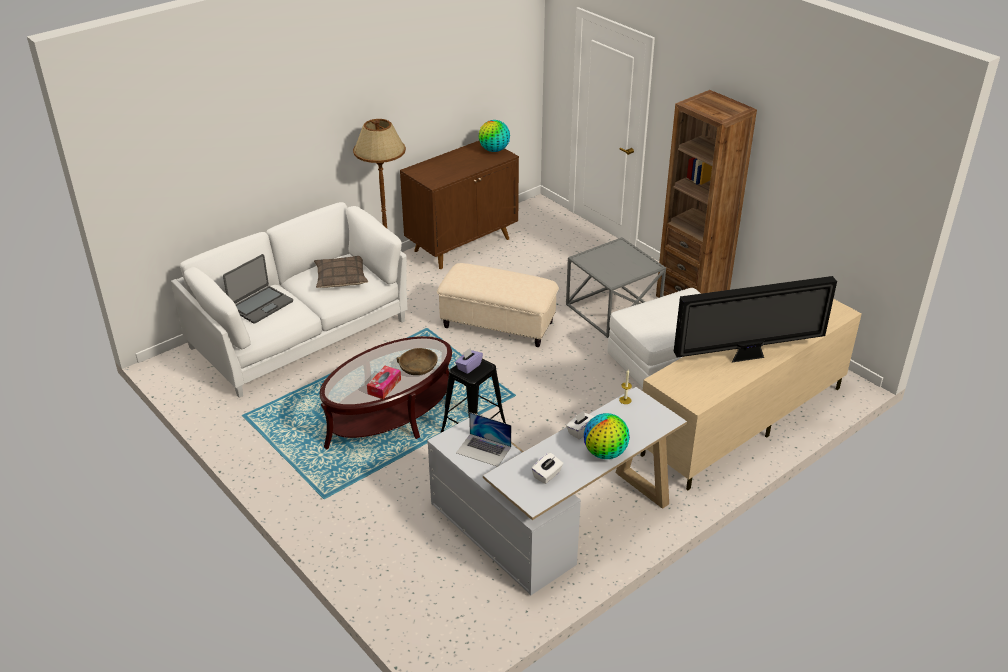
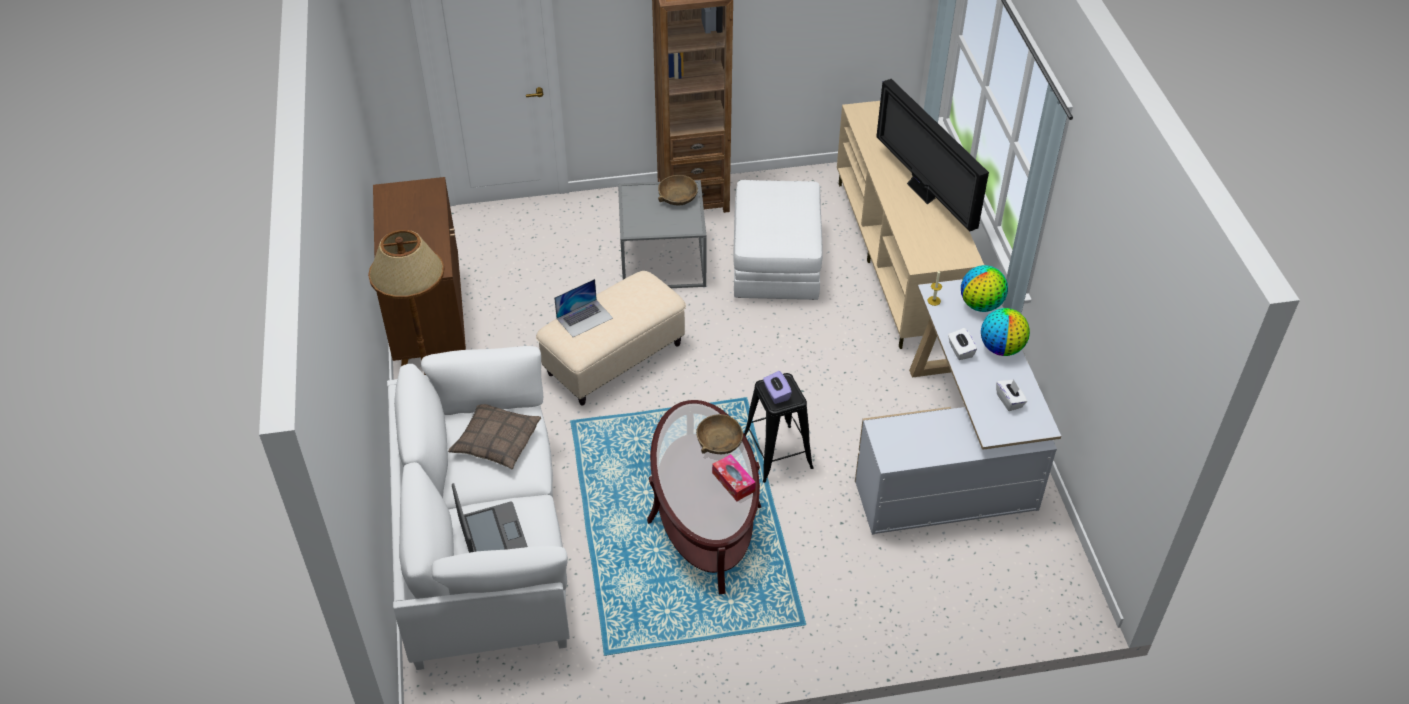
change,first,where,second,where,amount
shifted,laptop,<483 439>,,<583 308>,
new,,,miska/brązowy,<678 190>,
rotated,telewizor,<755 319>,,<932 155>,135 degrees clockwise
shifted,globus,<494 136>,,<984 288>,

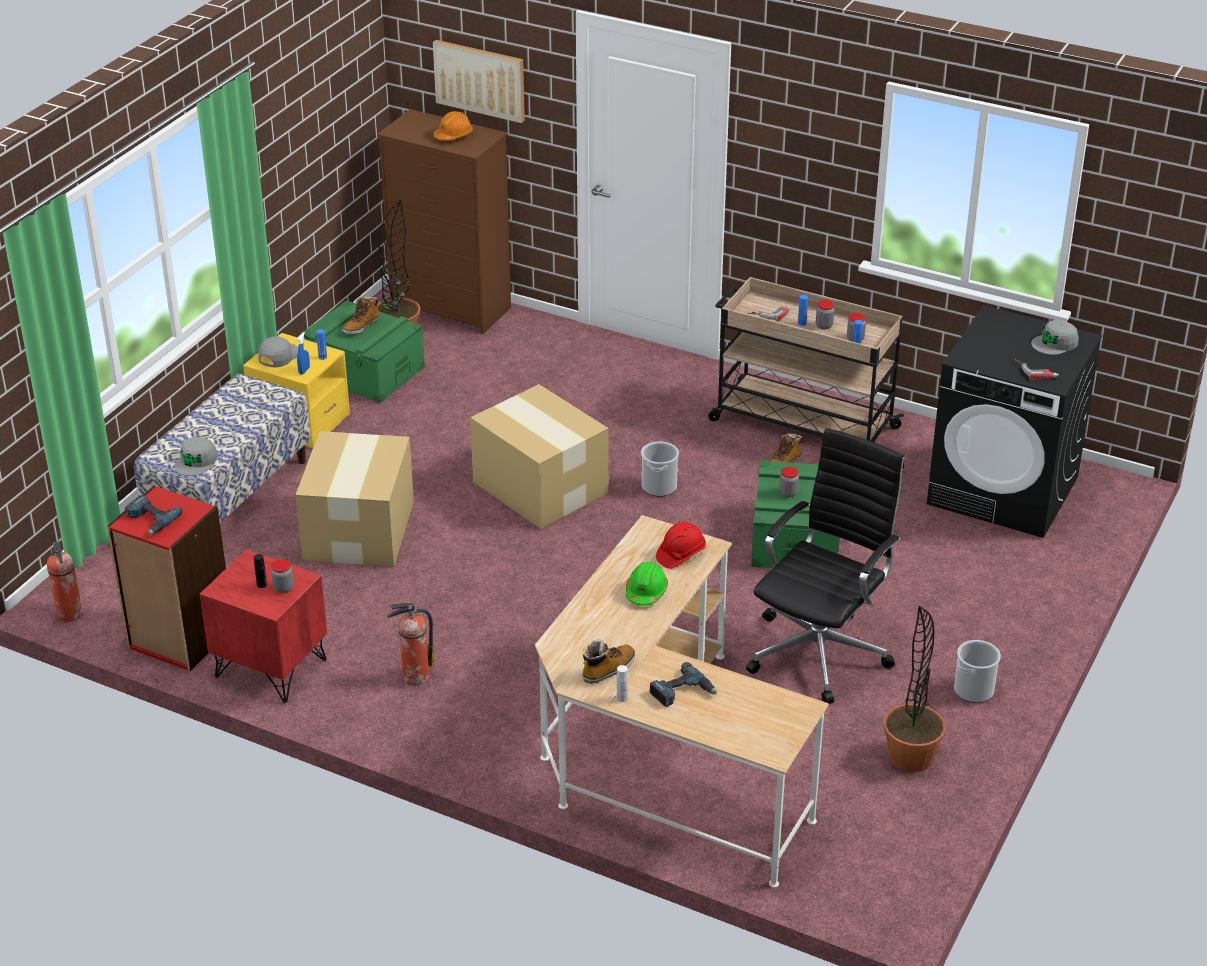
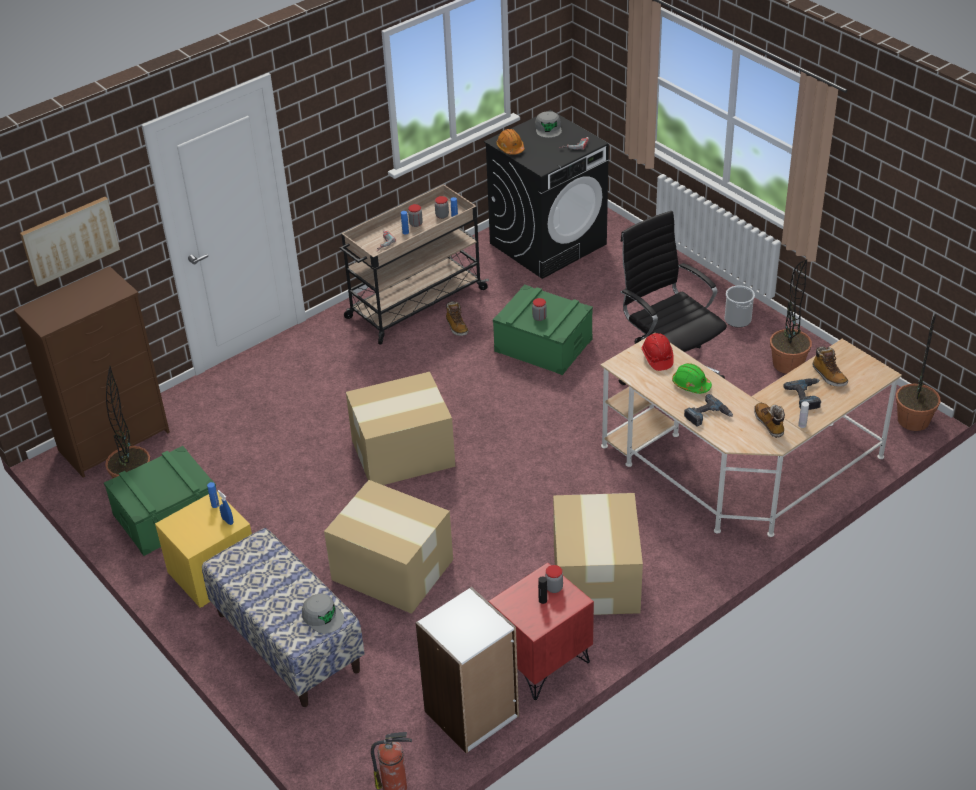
change,first,where,second,where,amount
repainted,regał/czerwony,<166 578>,regał/biały,<467 670>,
shifted,kask/pomarańczowy,<453 126>,,<510 142>,
swapped,gaśnica,<410 644>,karton,<598 554>,
shifted,wiertarka,<154 515>,,<708 410>,
shifted,but z cholewką,<361 314>,,<830 366>,
new,,,roślina doniczkowa,<918 372>,
gone,czapka z daszkiem/szary,<278 352>,,,
gone,wiadro,<660 469>,,,

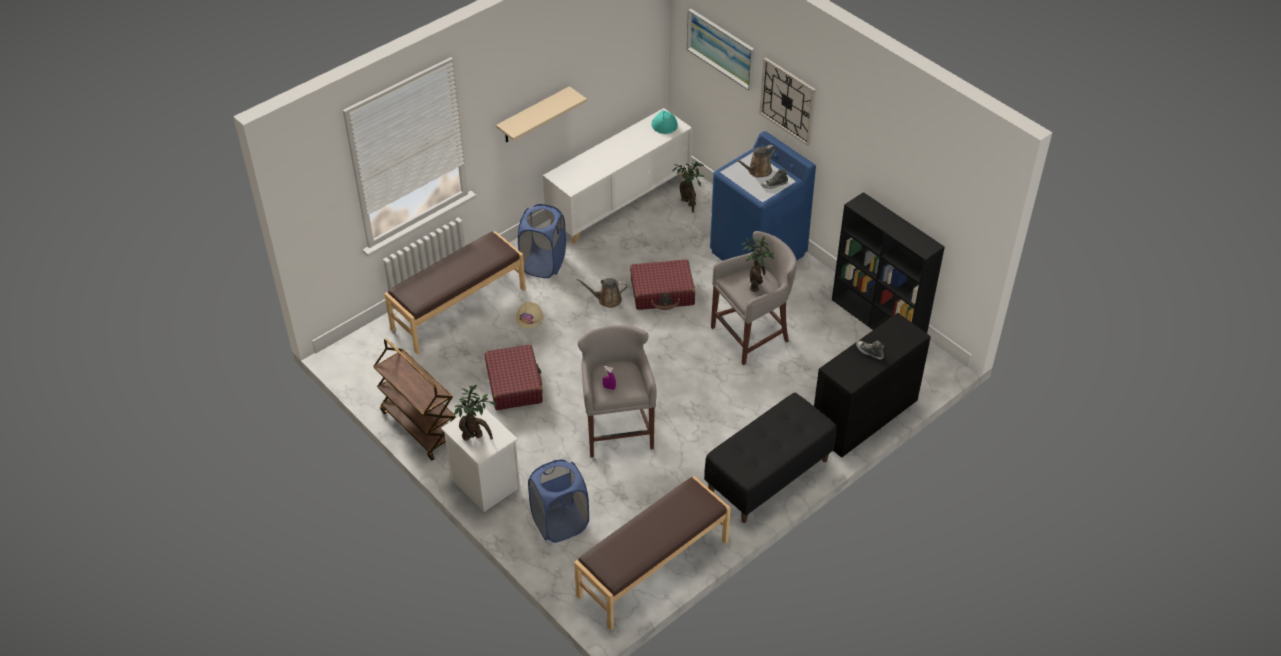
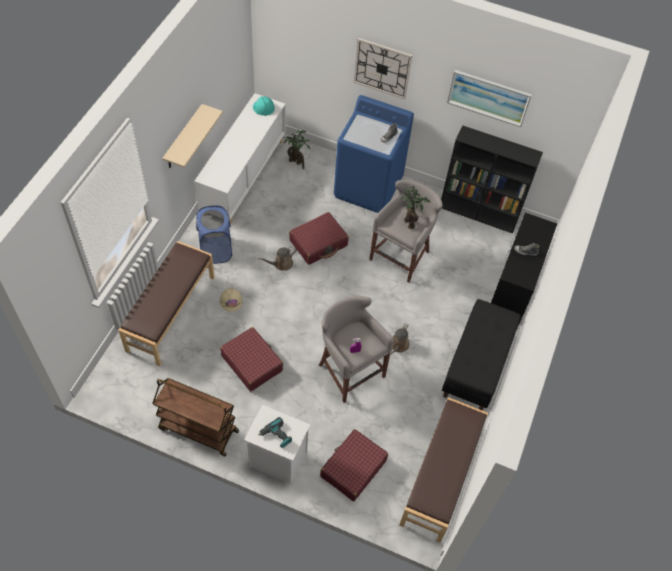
change,first,where,second,where,amount
swapped,roślina doniczkowa,<475 413>,wiertarka,<275 432>,
swapped,kosz na pranie/niebieski,<558 501>,walizka/czerwony,<354 465>,
shifted,konewka/brązowy,<755 161>,,<400 338>,
shifted,obraz,<720 49>,,<489 98>,

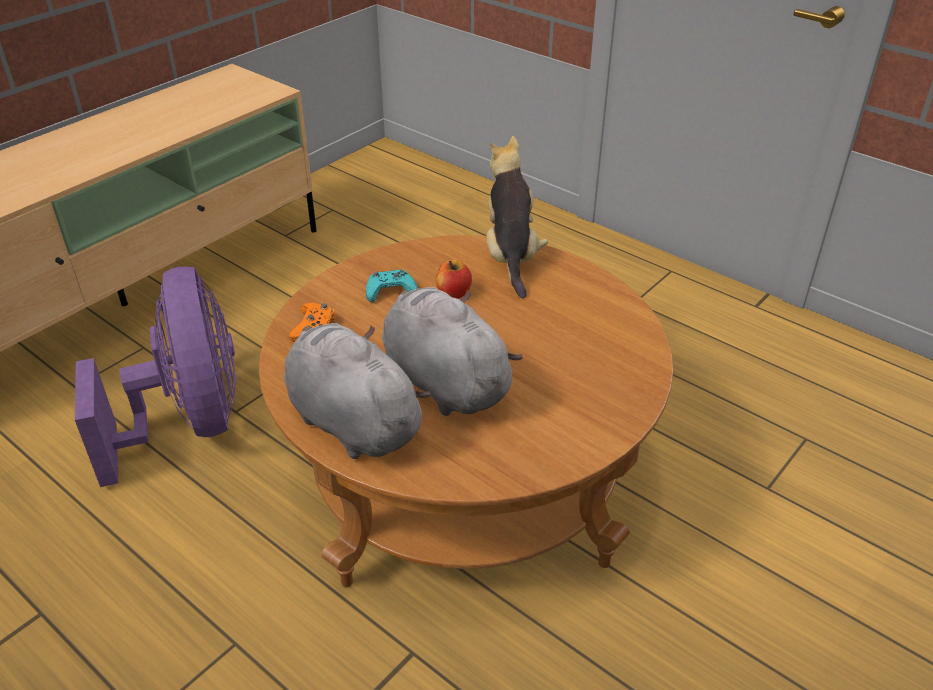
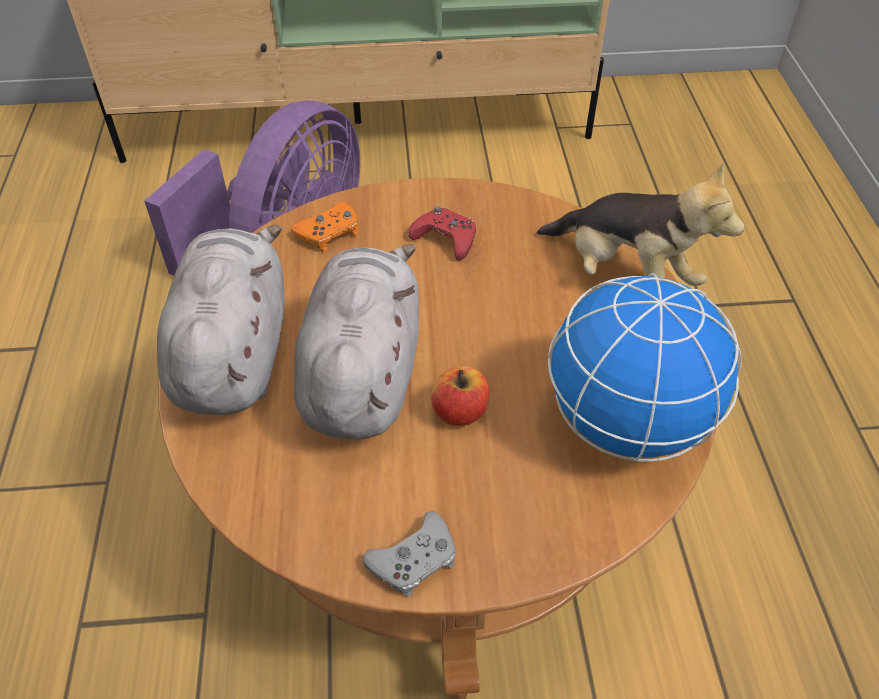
change,first,where,second,where,amount
new,,,pad do gier/szary,<409 554>,
repainted,pad do gier/turkusowy,<392 286>,pad do gier/czerwony,<442 233>,
shifted,jabłko,<454 279>,,<460 396>,
rotated,pluszak,<517 217>,,<641 224>,90 degrees clockwise
new,,,globus,<645 367>,

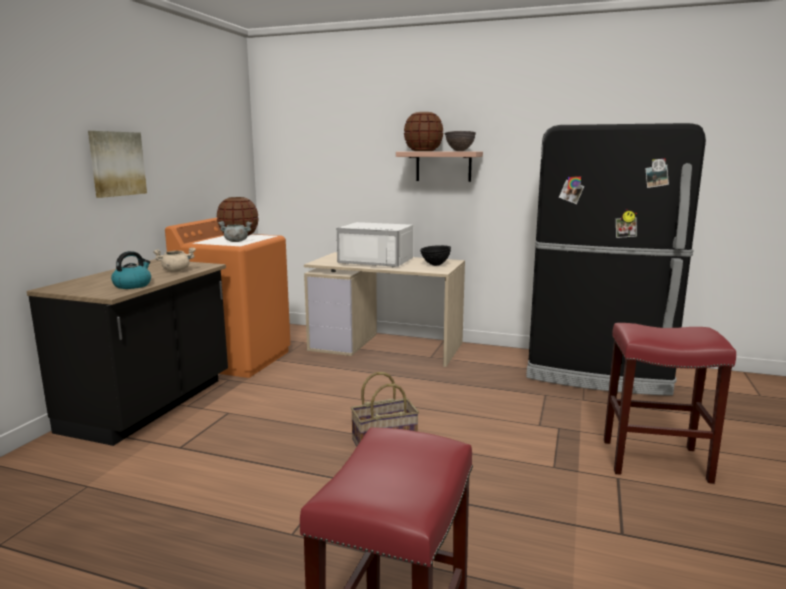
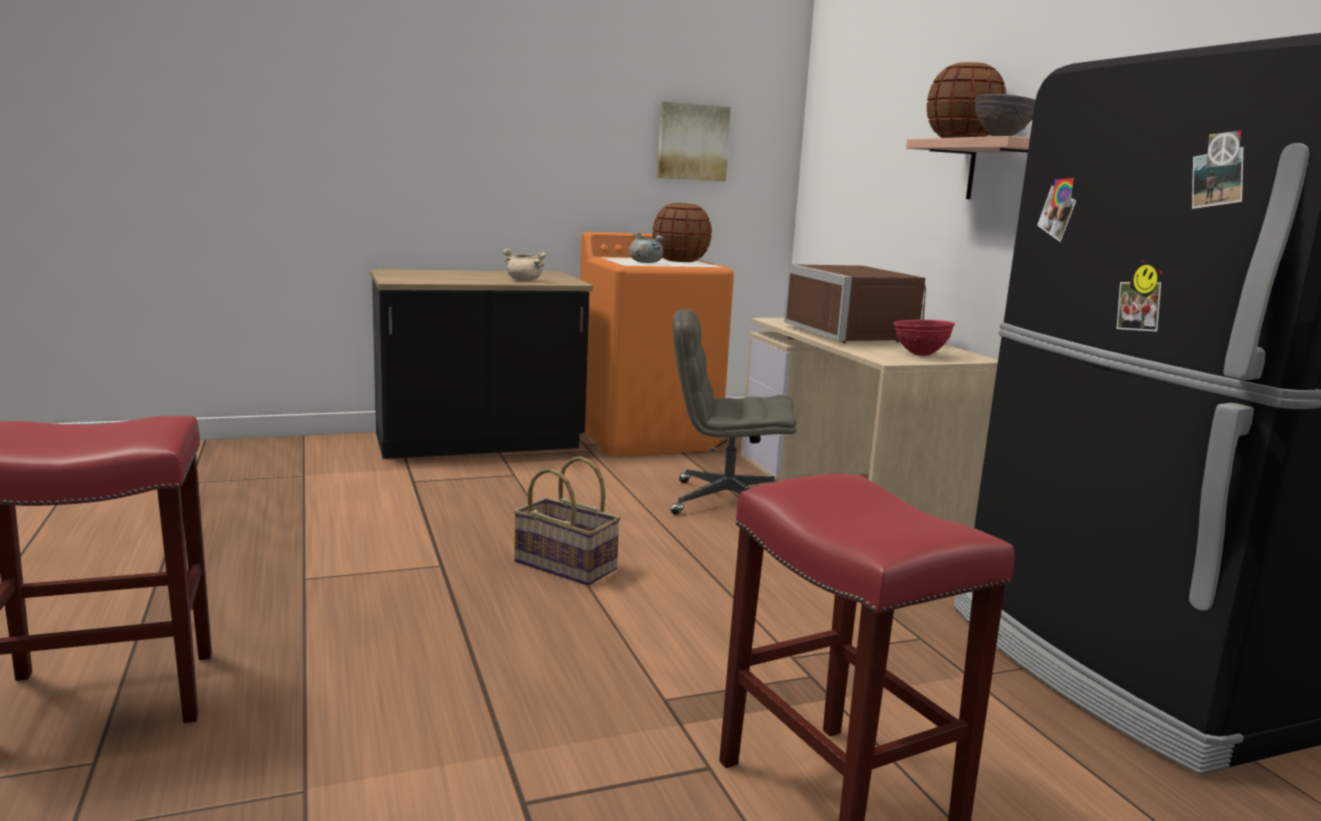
change,first,where,second,where,amount
shifted,obraz,<117 164>,,<694 141>,
new,,,krzesło biurowe/szary,<734 412>,
repainted,mikrofalówka/biały,<375 244>,mikrofalówka/brązowy,<855 303>,
repainted,miska/czarny,<435 255>,miska/czerwony,<924 338>,
gone,czajnik,<131 270>,,,

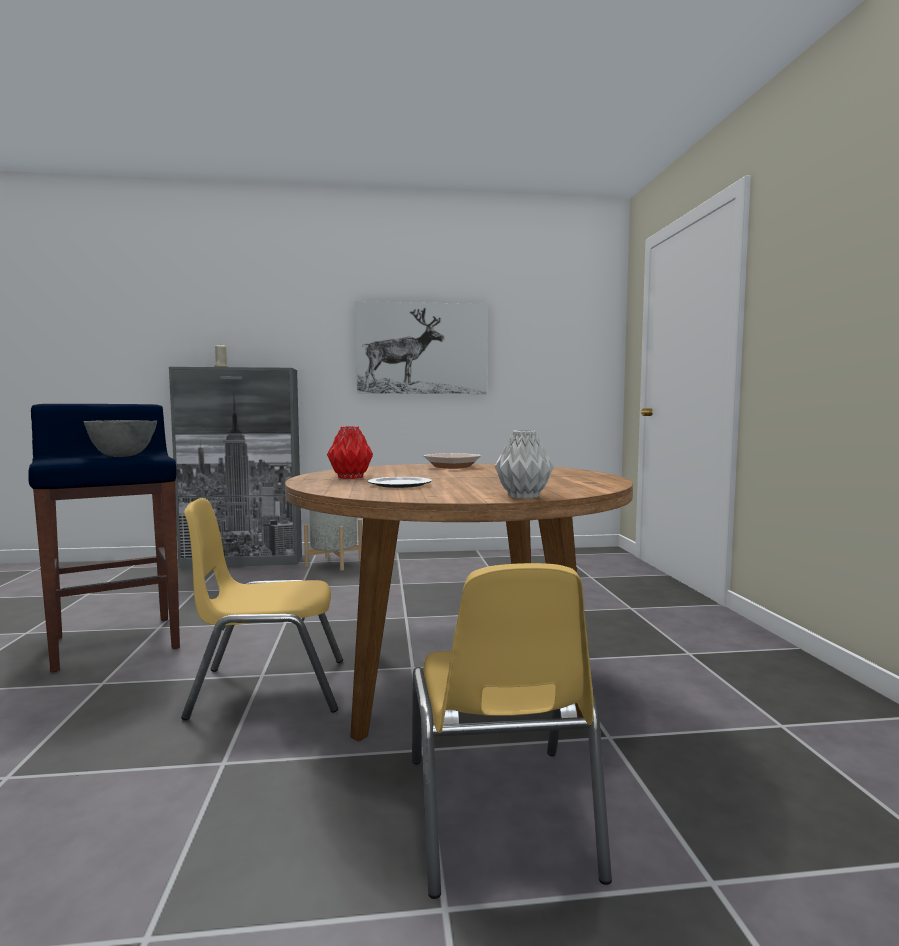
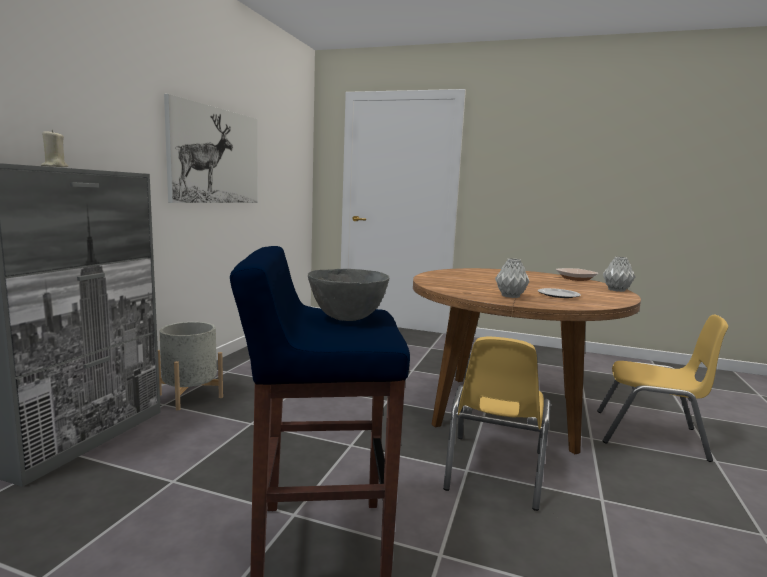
change,first,where,second,where,amount
repainted,wazon/czerwony,<350 452>,wazon/szary,<512 278>,
shifted,miska,<452 461>,,<577 274>,

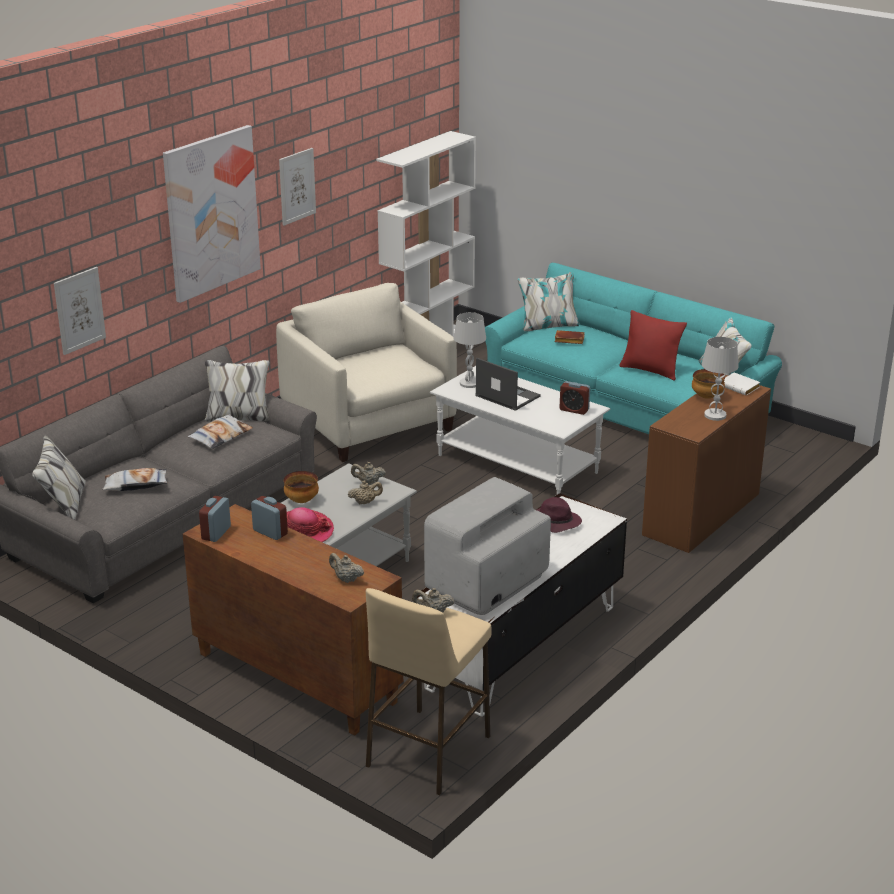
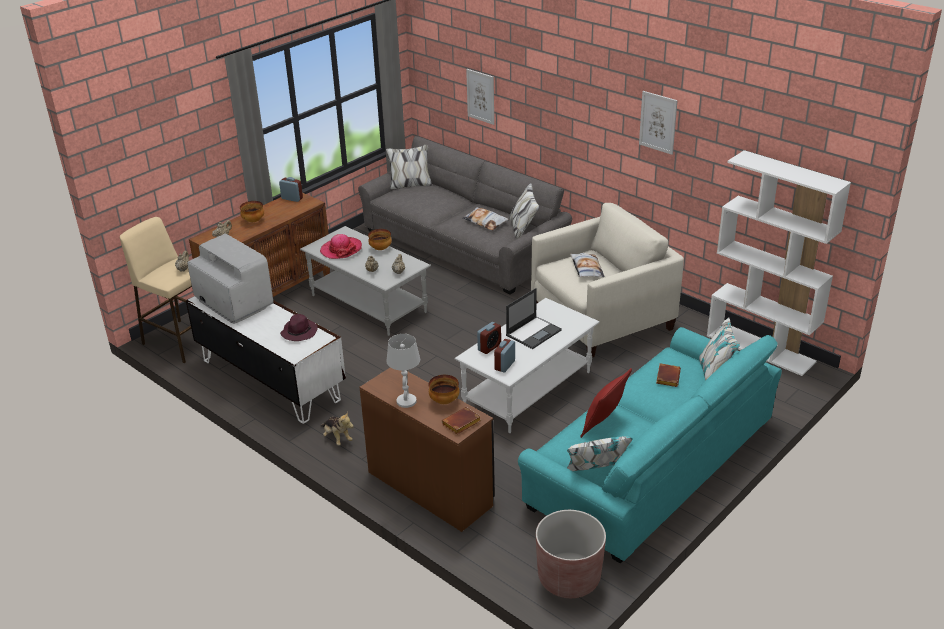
change,first,where,second,where,amount
new,,,miska,<252 211>,
new,,,pluszak,<337 429>,
repainted,książka/biały,<742 384>,książka/brązowy,<461 420>,
shifted,budzik,<269 518>,,<489 338>,
new,,,donica/brązowy,<571 554>,
shifted,poduszka,<135 479>,,<587 265>,
gone,obraz,<212 214>,,,
gone,lampa stołowa/biały,<469 350>,,,

